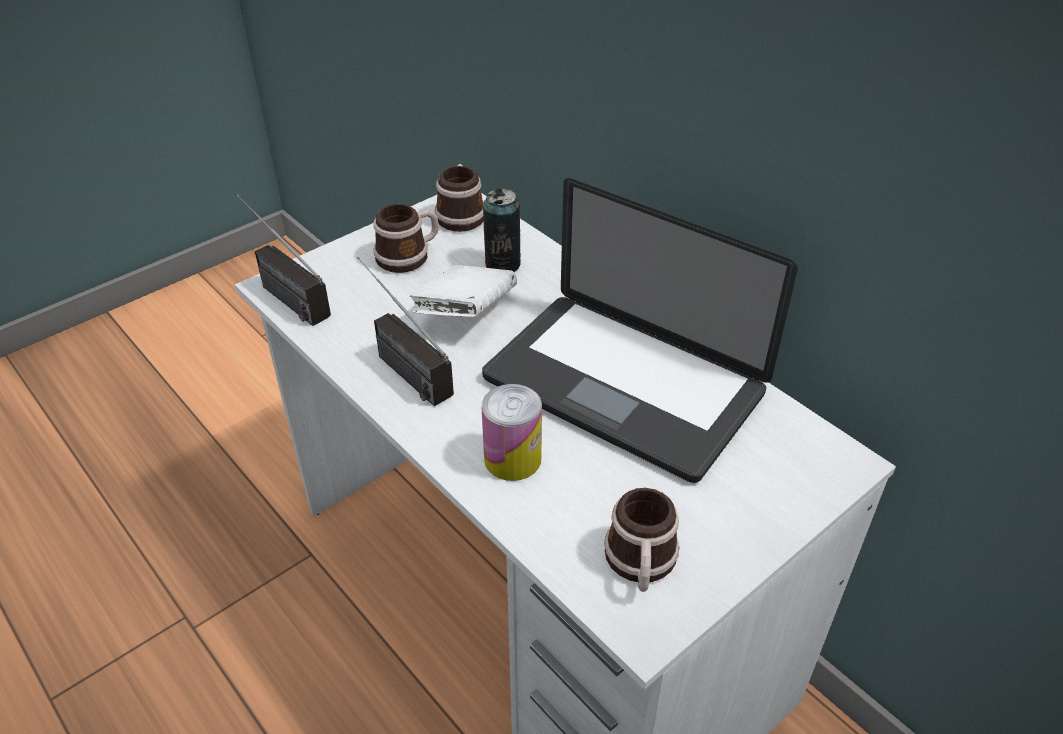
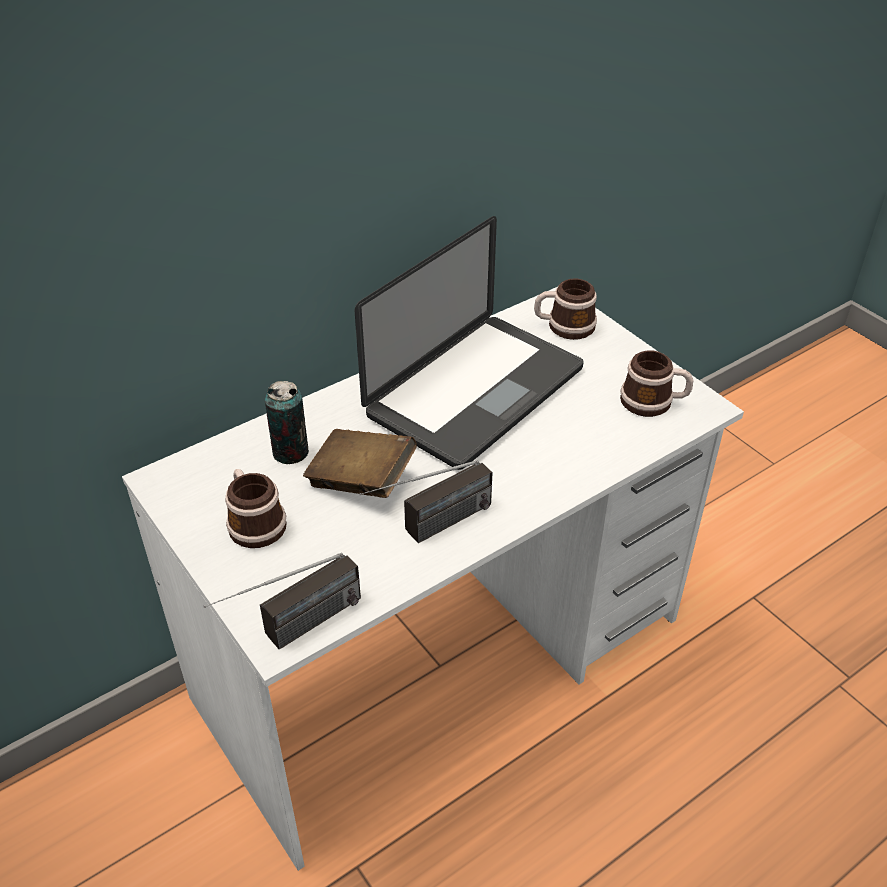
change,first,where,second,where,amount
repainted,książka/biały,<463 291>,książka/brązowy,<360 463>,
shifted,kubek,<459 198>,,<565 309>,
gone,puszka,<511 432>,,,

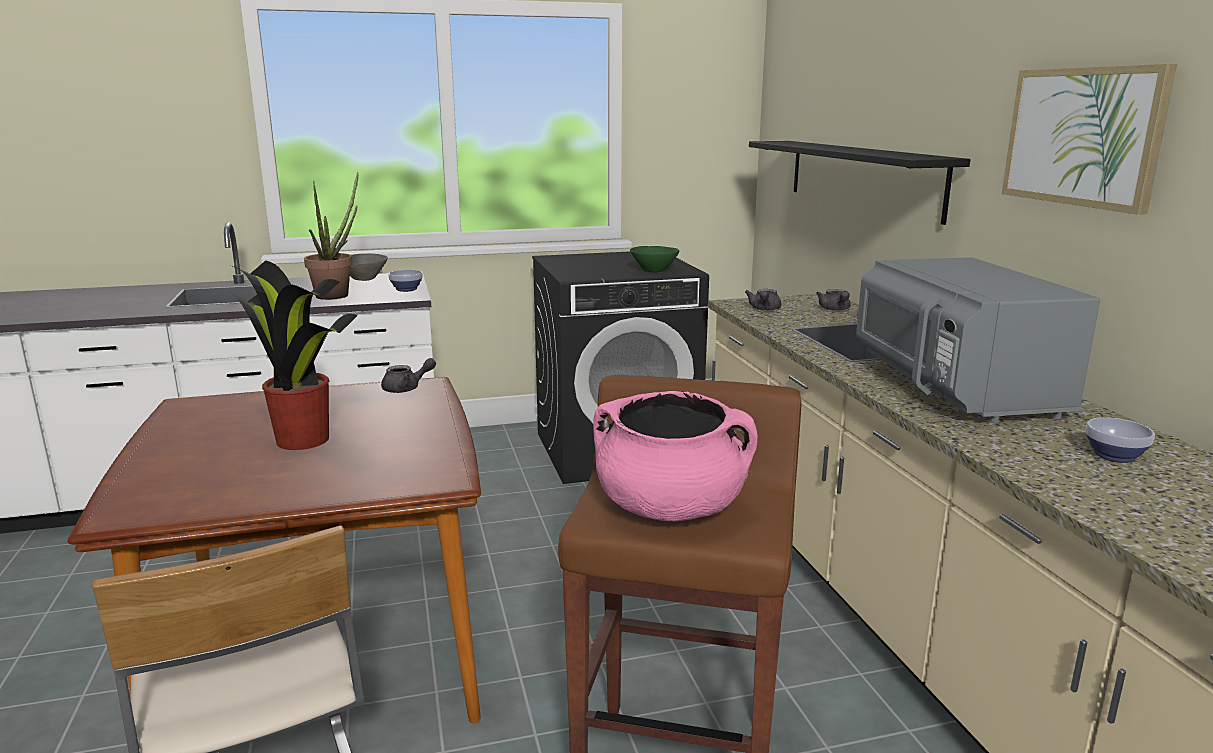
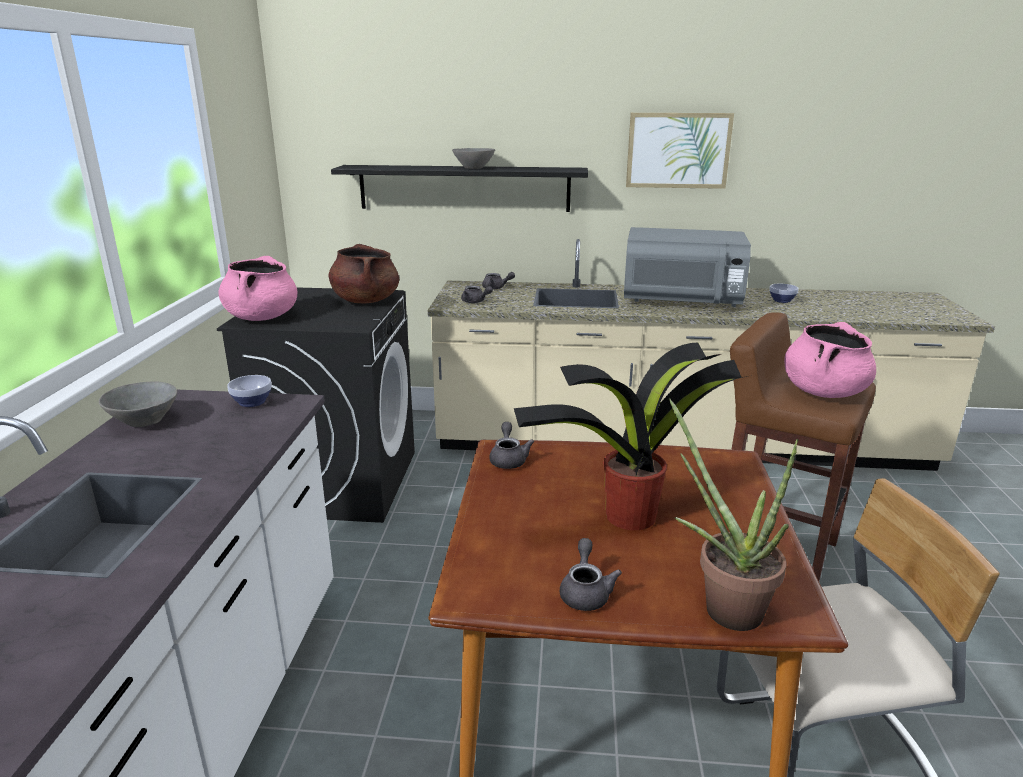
change,first,where,second,where,amount
new,,,garnek/różowy,<258 288>,
swapped,miska/zielony,<654 259>,garnek/brązowy,<364 273>,
new,,,miska/szary,<473 158>,
new,,,imbryk/szary,<591 574>,
shifted,roślina doniczkowa,<331 236>,,<733 514>,

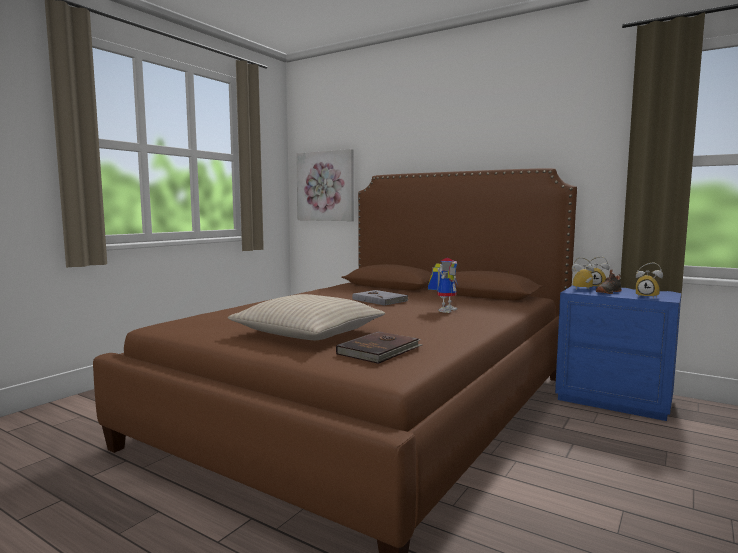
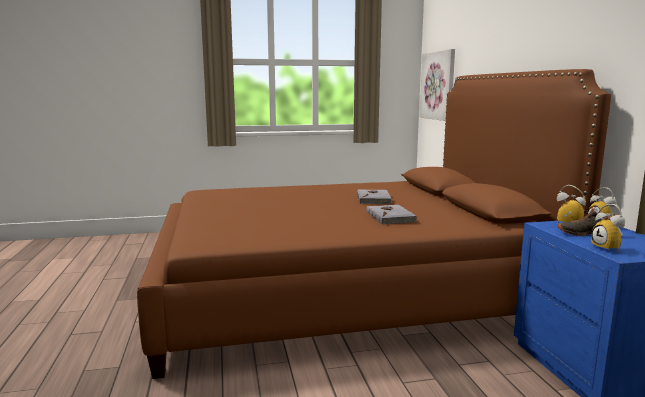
change,first,where,second,where,amount
swapped,robot zabawkowy,<443 285>,książka/szary,<391 214>,
gone,poduszka/beżowy,<306 317>,,,
gone,książka/brązowy,<379 347>,,,

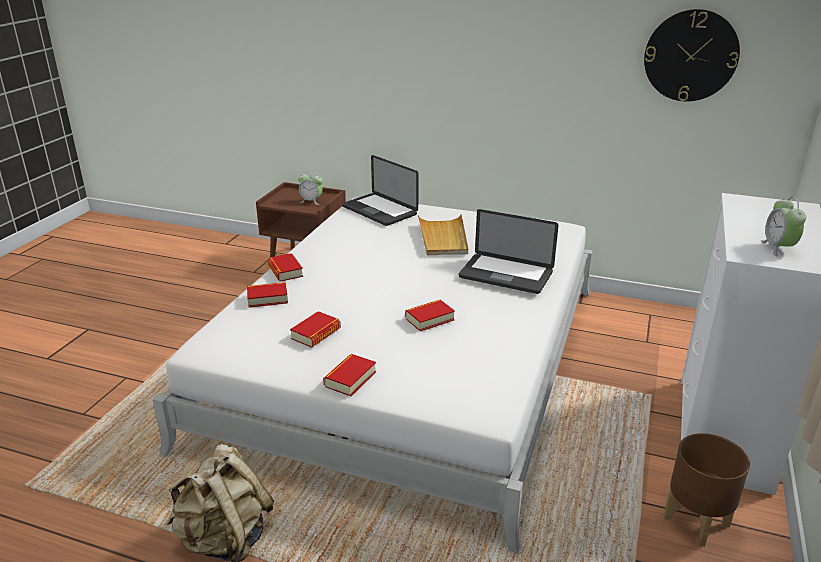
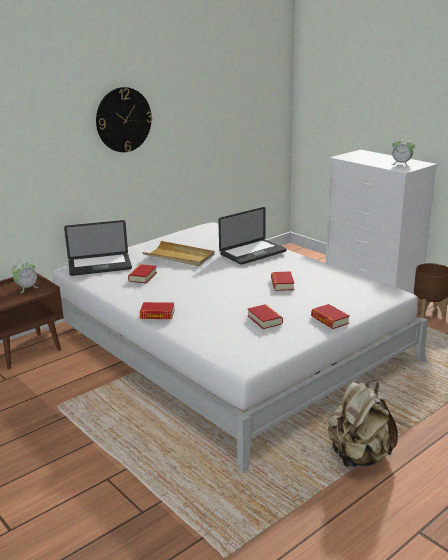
change,first,where,second,where,amount
shifted,zegar ścienny,<692 55>,,<124 119>,
shifted,książka,<267 294>,,<142 273>,

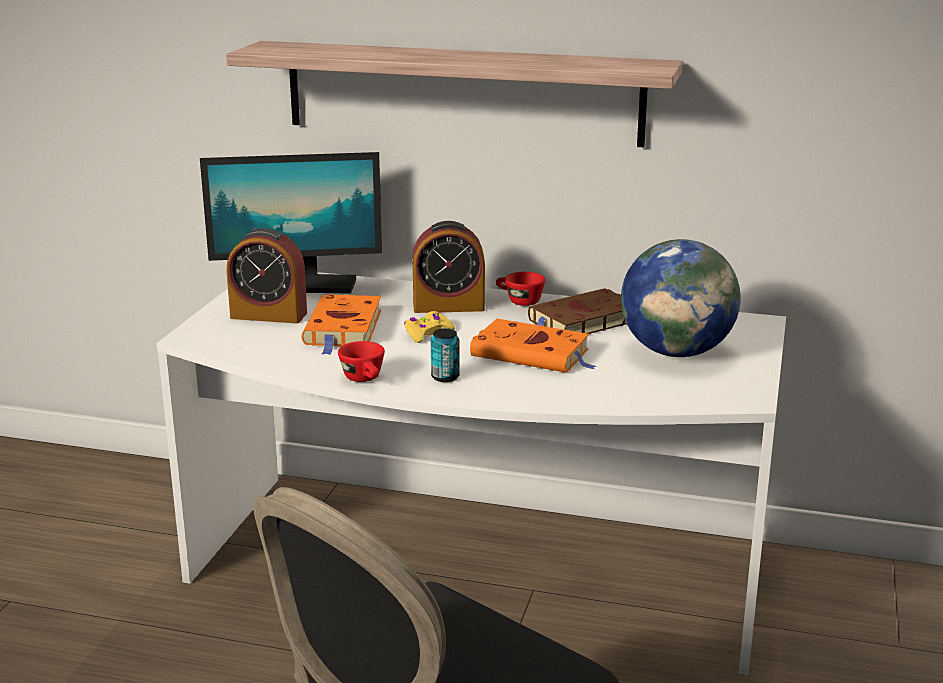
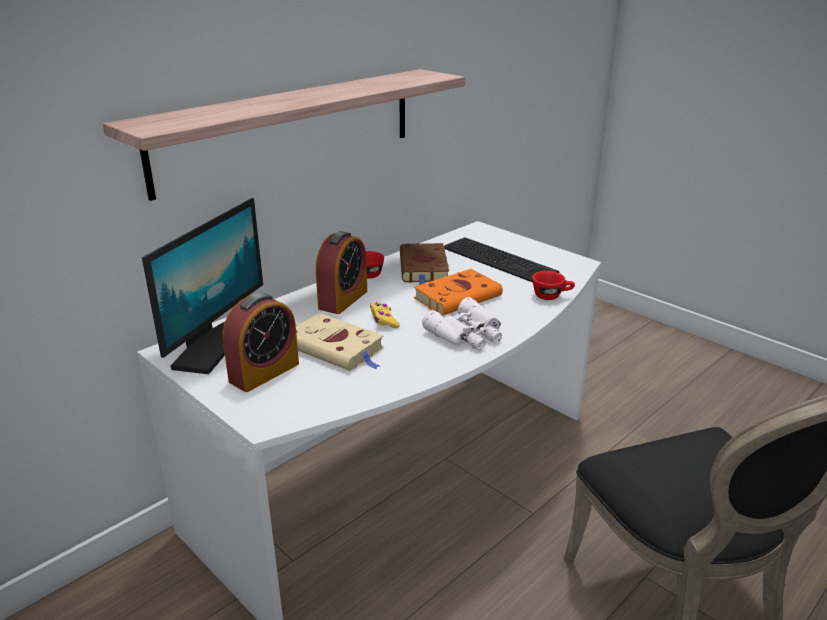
change,first,where,second,where,amount
repainted,książka/pomarańczowy,<341 324>,książka/beżowy,<340 342>,
swapped,puszka,<445 355>,lornetka/biały,<462 323>,
swapped,globus,<681 298>,klawiatura,<502 259>,
shifted,filiżanka/czerwony,<361 361>,,<553 285>,

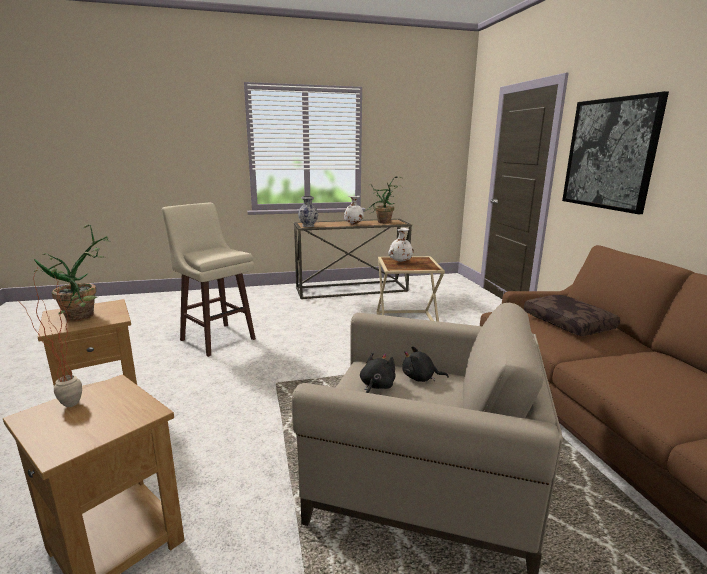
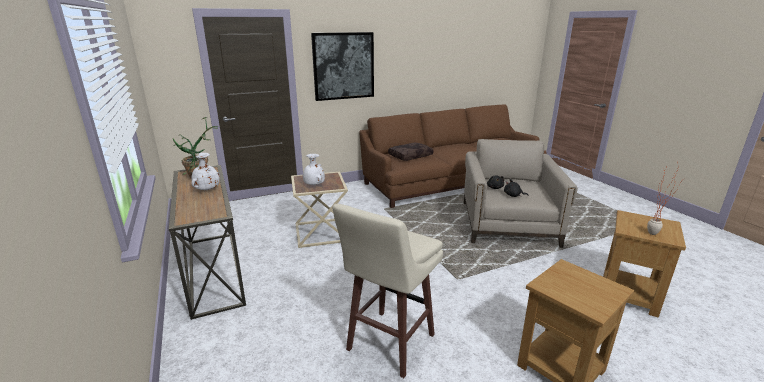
change,first,where,second,where,amount
gone,roślina doniczkowa,<71 273>,,,
gone,wazon,<308 211>,,,

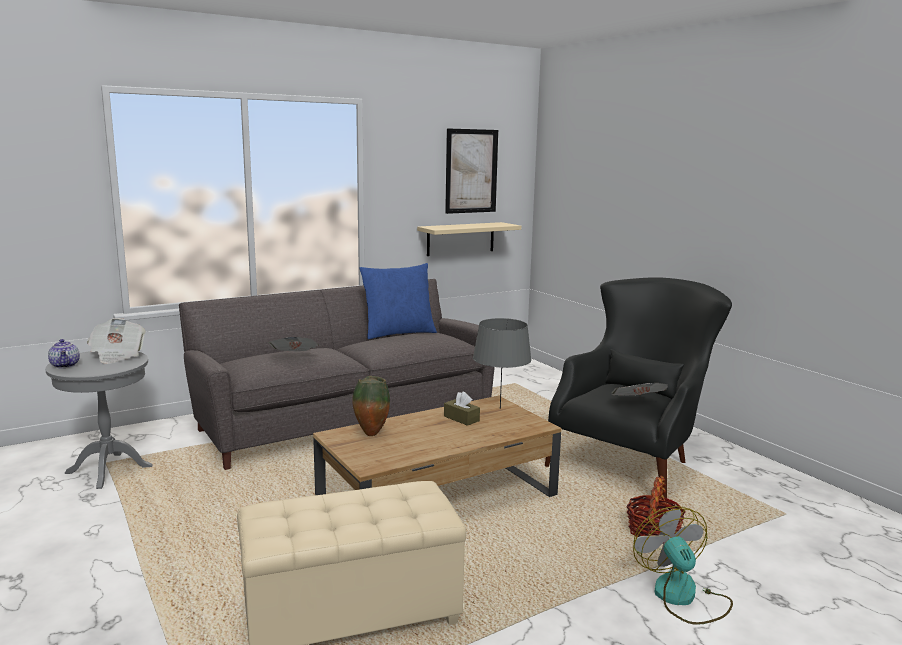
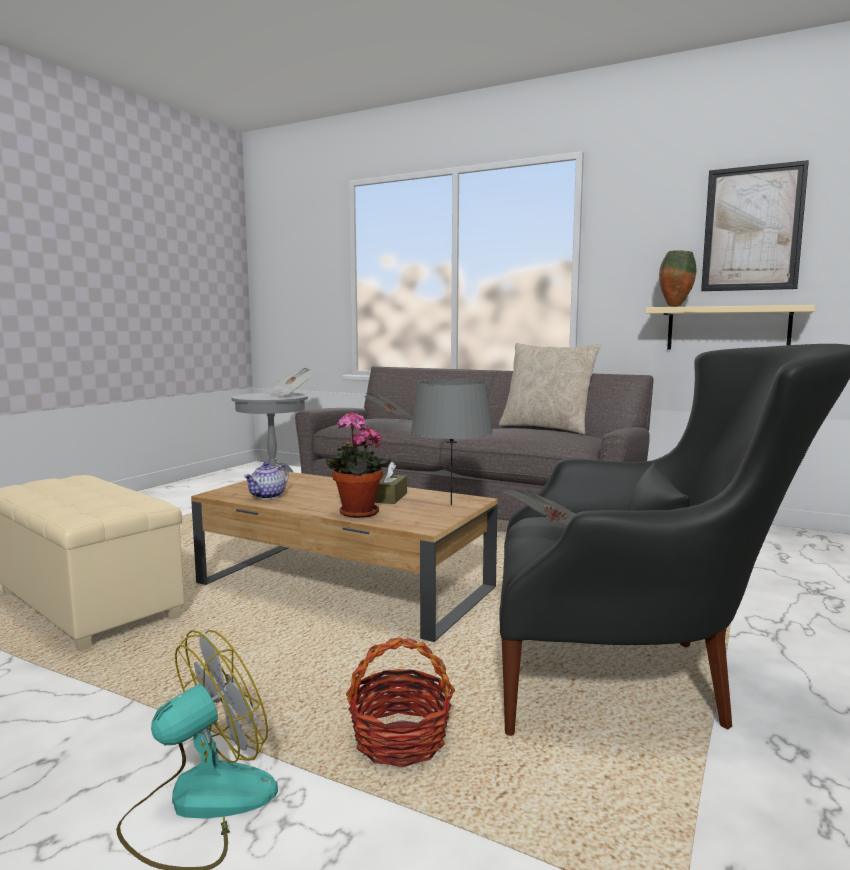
change,first,where,second,where,amount
shifted,imbryk,<64 353>,,<266 480>,
new,,,roślina doniczkowa,<358 465>,
repainted,poduszka/niebieski,<398 301>,poduszka/beżowy,<550 388>,
shifted,wazon,<371 406>,,<677 278>,

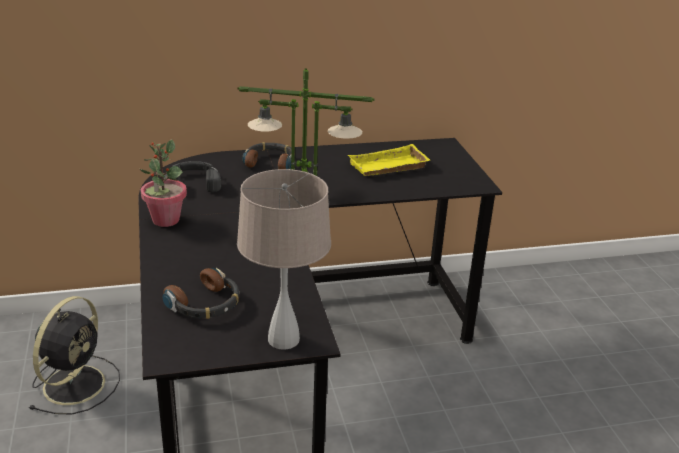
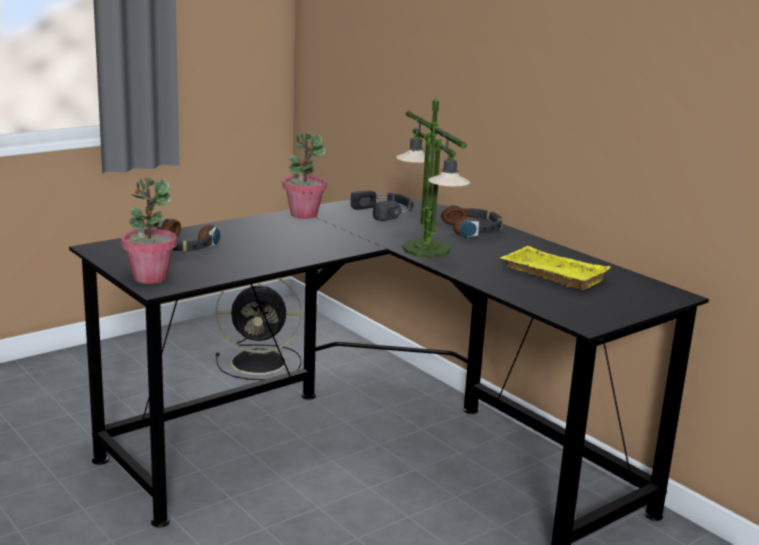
change,first,where,second,where,amount
swapped,lampa stołowa/beżowy,<284 259>,roślina doniczkowa,<149 230>,

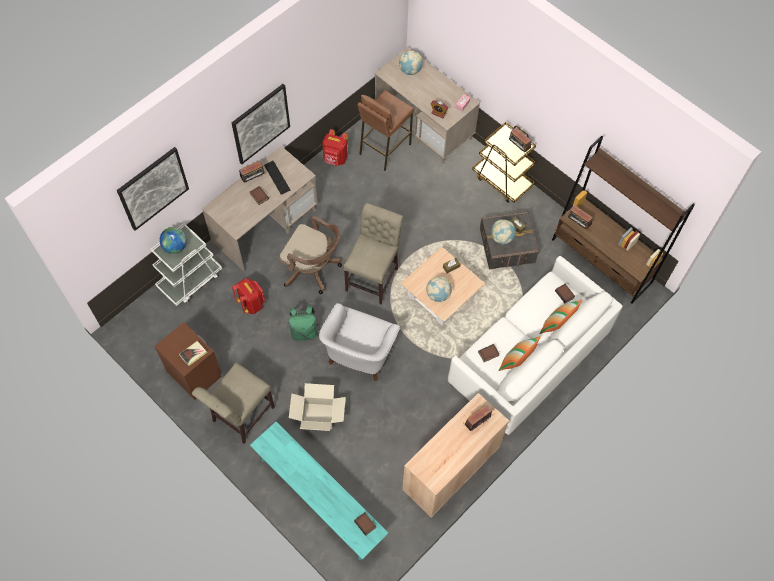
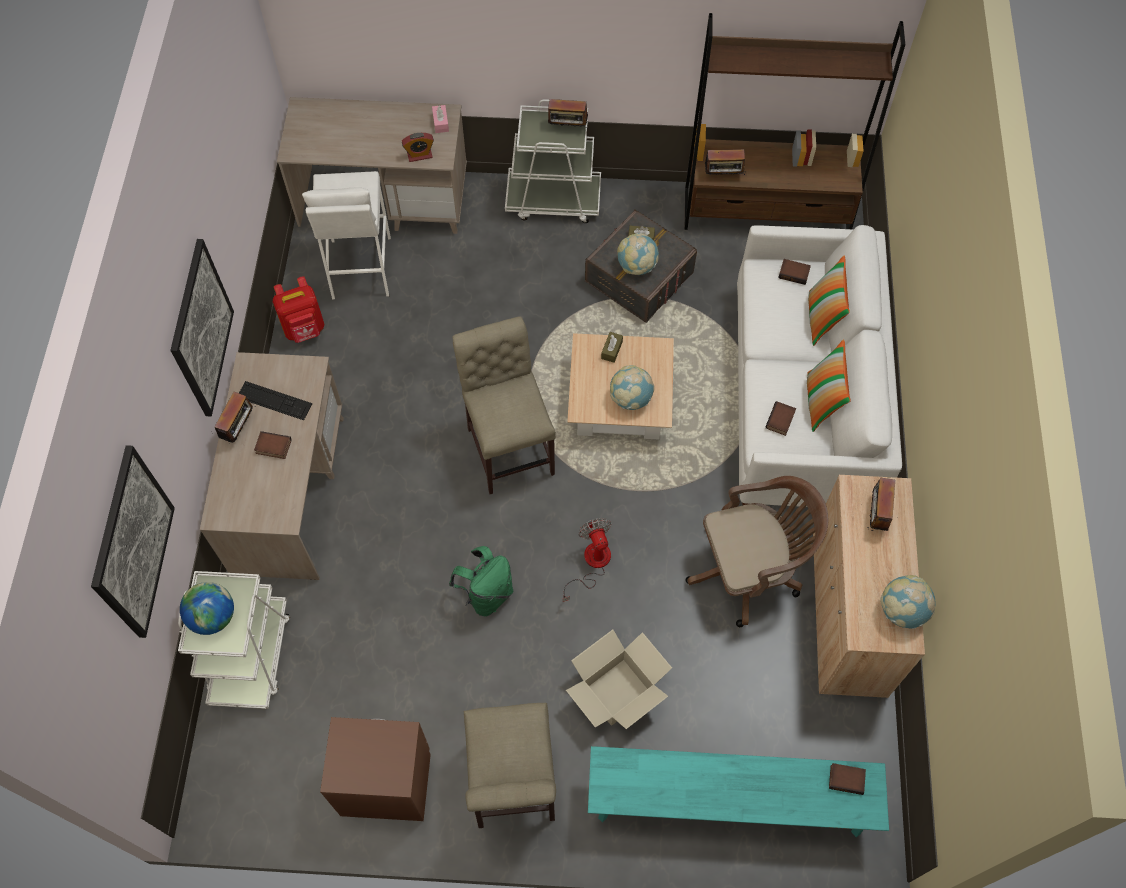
change,first,where,second,where,amount
repainted,stołek/brązowy,<386 130>,stołek/biały,<346 235>,
repainted,wózek/brązowy,<504 162>,wózek/biały,<553 161>,
swapped,fotel/biały,<359 342>,wentylator,<587 560>,
shifted,krzesło biurowe/brązowy,<310 255>,,<756 551>,
shifted,globus,<411 63>,,<908 602>,
gone,książka,<193 353>,,,
gone,plecak/czerwony,<249 296>,,,

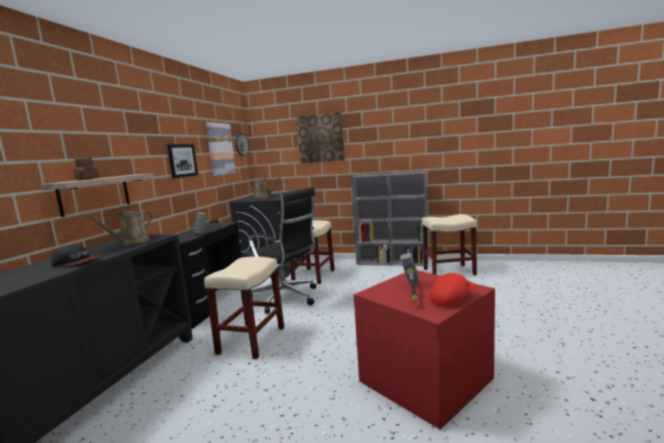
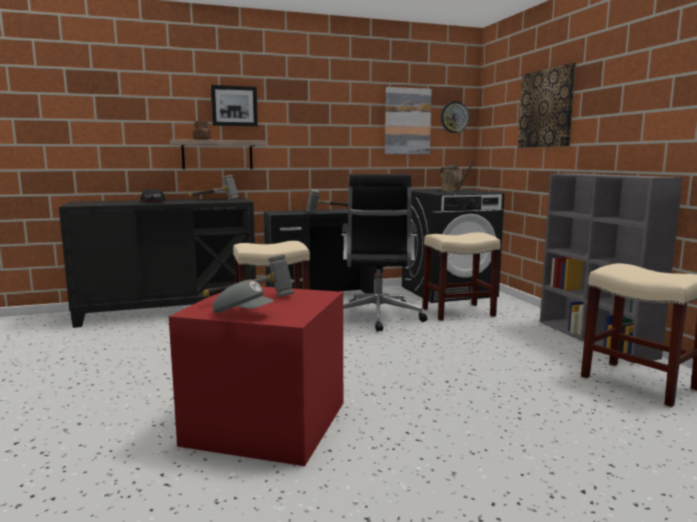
change,first,where,second,where,amount
swapped,konewka/brązowy,<119 228>,młotek,<213 187>,
shifted,obraz,<182 161>,,<234 105>,
repainted,czapka z daszkiem/czerwony,<452 289>,czapka z daszkiem/szary,<244 296>,

